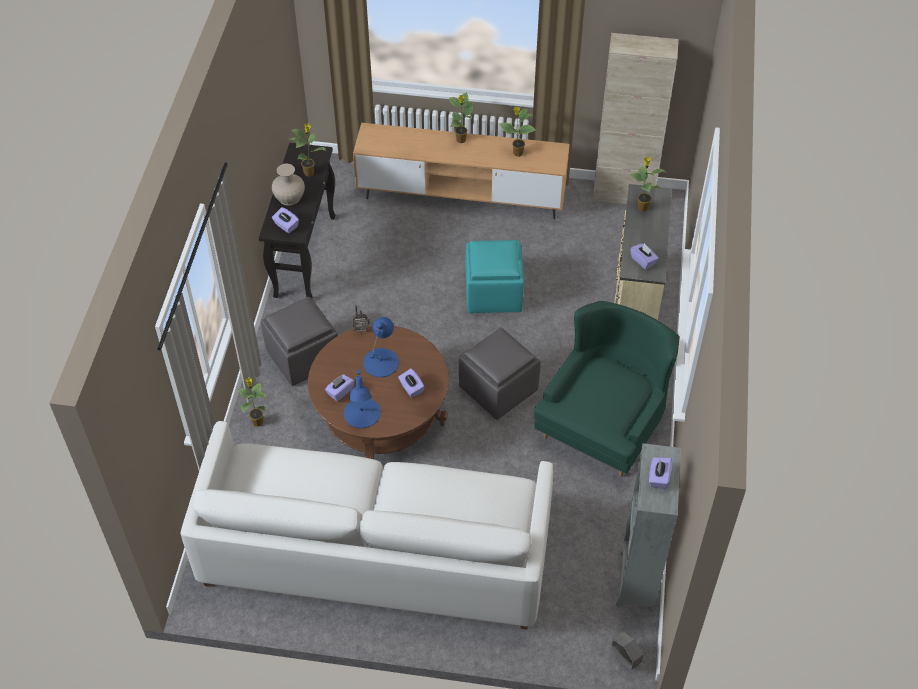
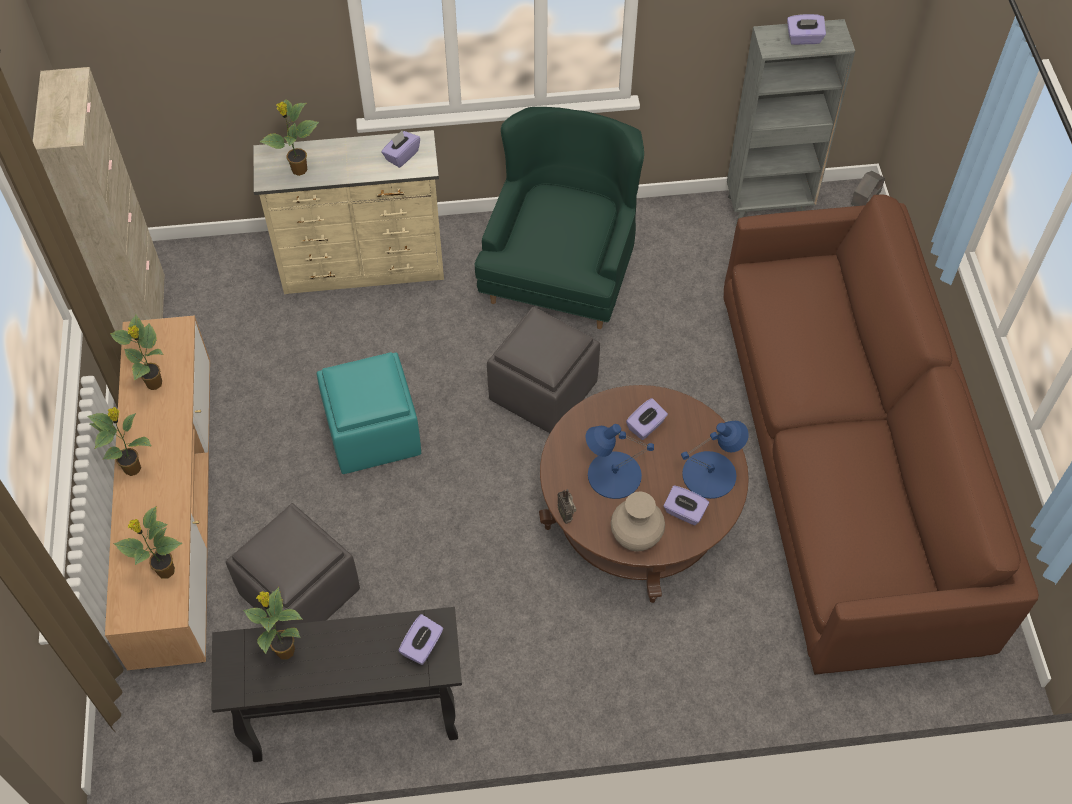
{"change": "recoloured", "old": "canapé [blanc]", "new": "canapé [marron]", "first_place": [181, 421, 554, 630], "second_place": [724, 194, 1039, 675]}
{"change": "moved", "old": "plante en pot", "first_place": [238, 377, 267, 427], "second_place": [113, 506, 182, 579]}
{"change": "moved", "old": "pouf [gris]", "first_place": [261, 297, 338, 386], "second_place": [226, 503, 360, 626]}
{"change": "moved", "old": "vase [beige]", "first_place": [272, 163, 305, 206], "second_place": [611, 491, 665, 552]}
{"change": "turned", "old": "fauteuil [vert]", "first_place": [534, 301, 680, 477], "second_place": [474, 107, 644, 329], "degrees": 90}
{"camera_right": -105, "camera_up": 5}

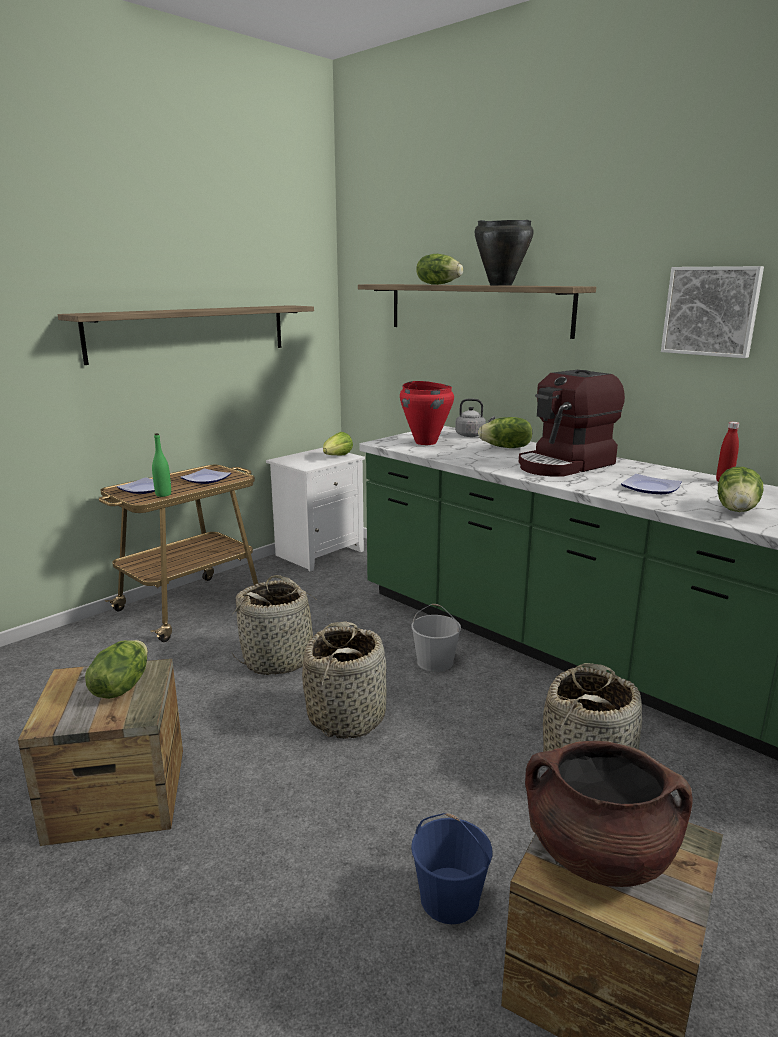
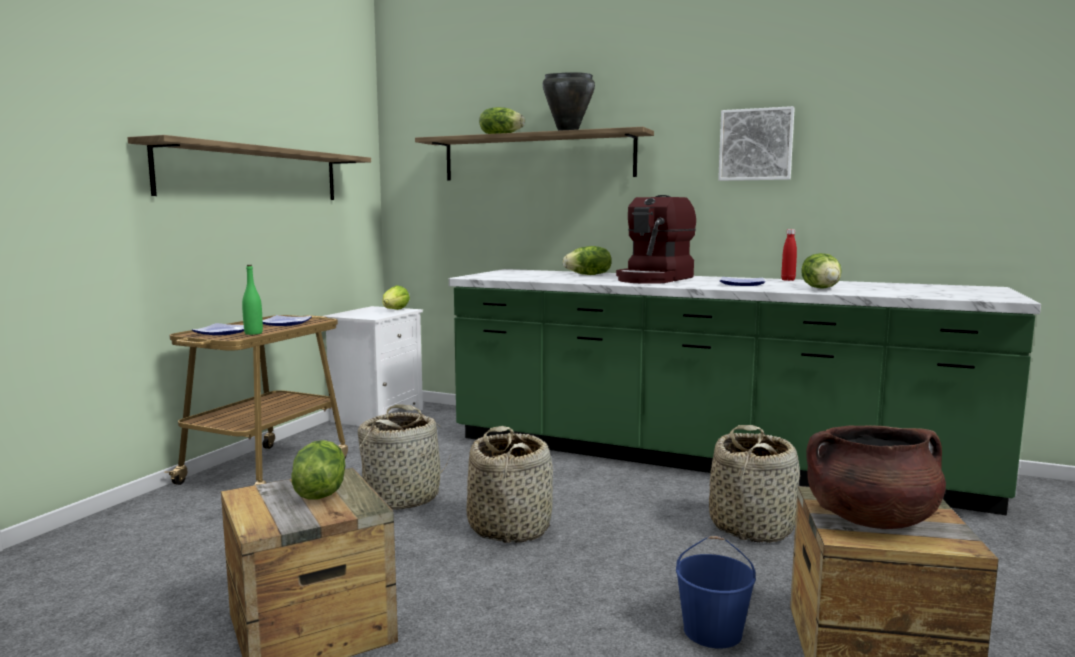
{"change": "removed", "old": "marmite [rouge]", "first_place": [400, 381, 454, 445]}
{"change": "removed", "old": "seau [blanc]", "first_place": [411, 604, 461, 672]}
{"change": "removed", "old": "bouilloire [gris]", "first_place": [455, 398, 495, 437]}
{"camera_right": -20, "camera_up": -10}

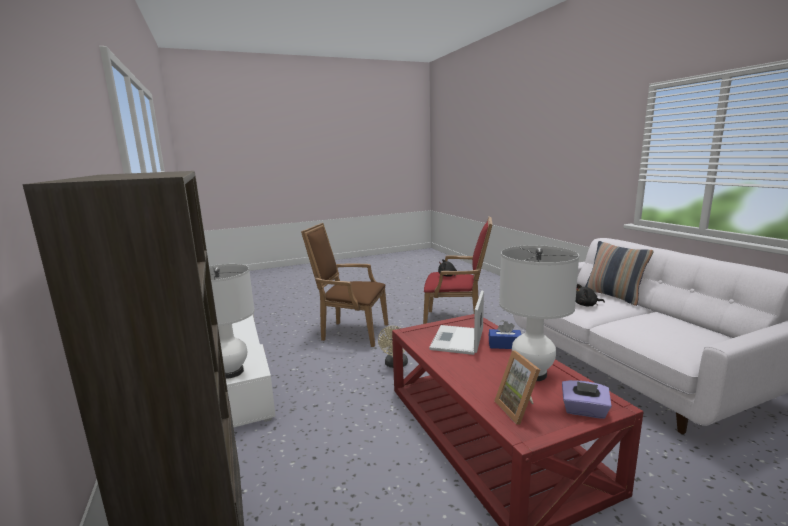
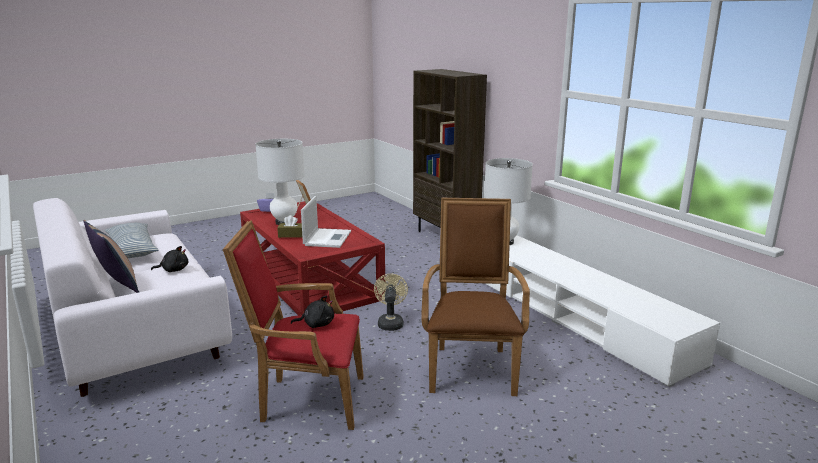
{"change": "turned", "old": "fauteuil [marron]", "first_place": [301, 223, 388, 347], "second_place": [421, 198, 530, 396], "degrees": -90}
{"change": "recoloured", "old": "boîte à mouchoirs [bleu]", "new": "boîte à mouchoirs [marron]", "first_place": [489, 321, 522, 349], "second_place": [277, 215, 302, 238]}
{"change": "added", "new": "coussin", "second_place": [105, 223, 159, 258]}
{"camera_right": 170, "camera_up": 5}

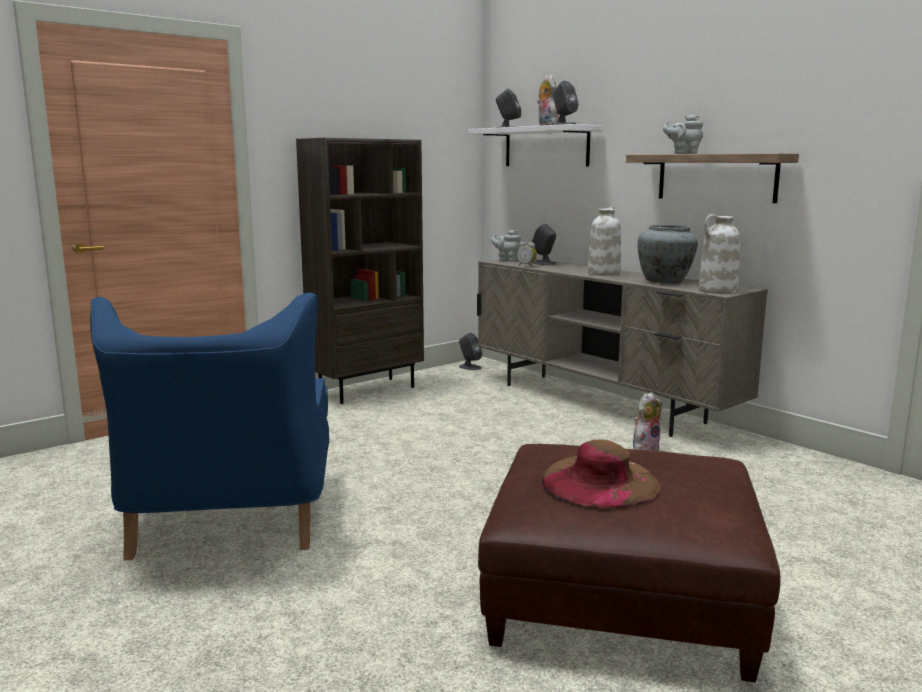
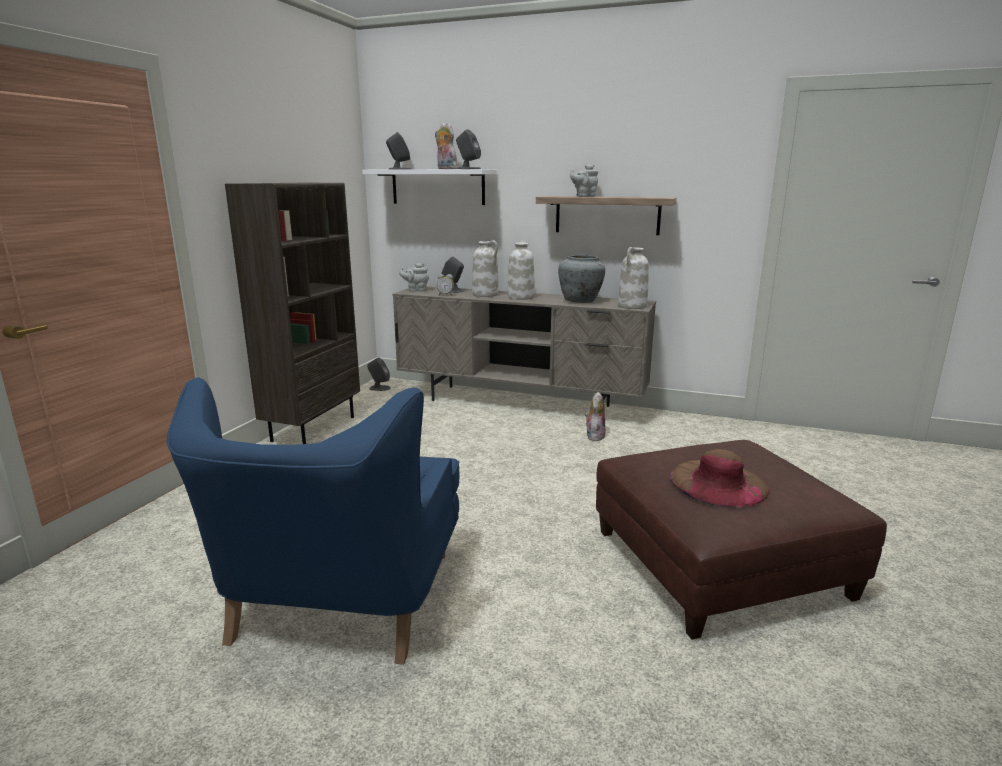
{"change": "turned", "old": "fauteuil [bleu]", "first_place": [90, 292, 329, 561], "second_place": [167, 377, 459, 665], "degrees": 45}
{"change": "added", "new": "vase [blanc]", "second_place": [472, 240, 499, 297]}
{"camera_right": -30, "camera_up": 5}

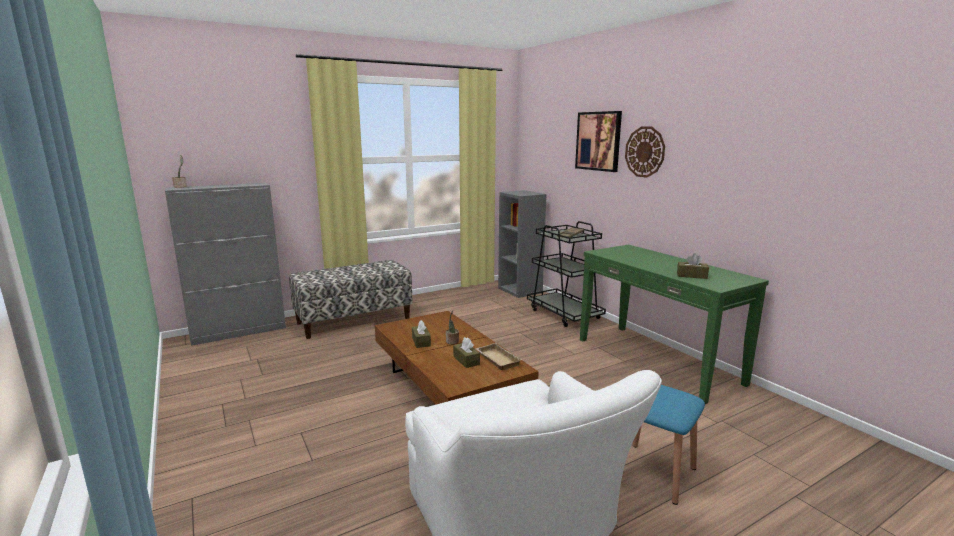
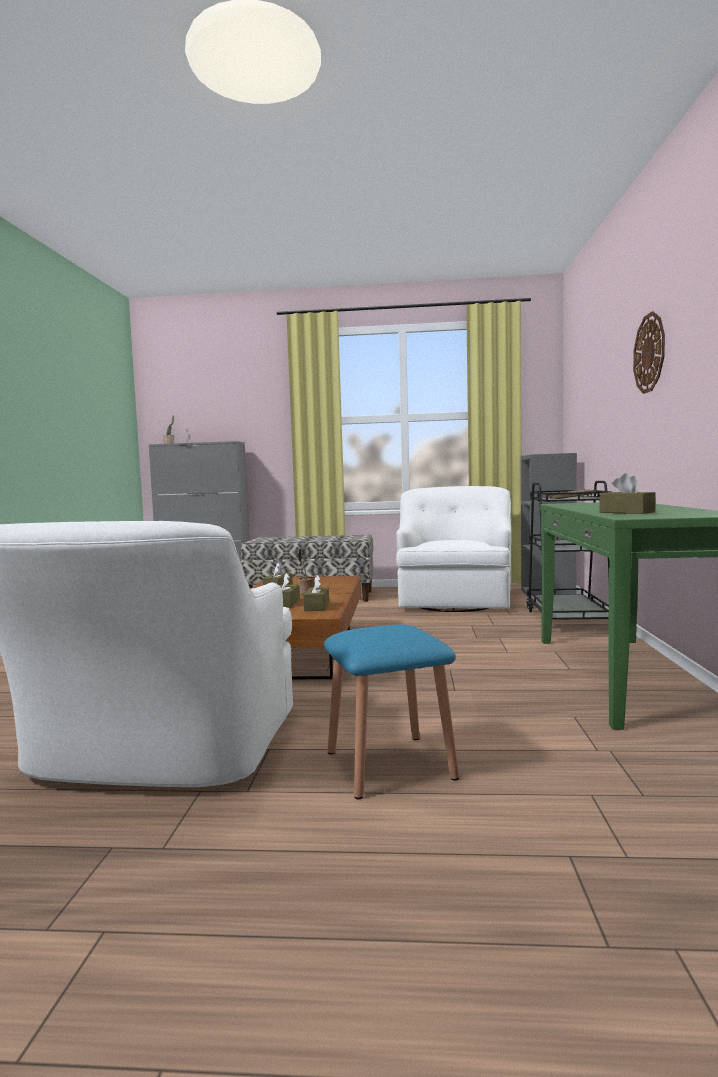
{"change": "replaced", "old": "plateau [beige]", "new": "boîte à mouchoirs [marron]", "first_place": [476, 343, 522, 370], "second_place": [303, 575, 329, 611]}
{"change": "removed", "old": "tableau", "first_place": [575, 111, 622, 172]}
{"change": "added", "new": "fauteuil [blanc]", "second_place": [396, 486, 511, 612]}
{"camera_right": 35, "camera_up": -10}

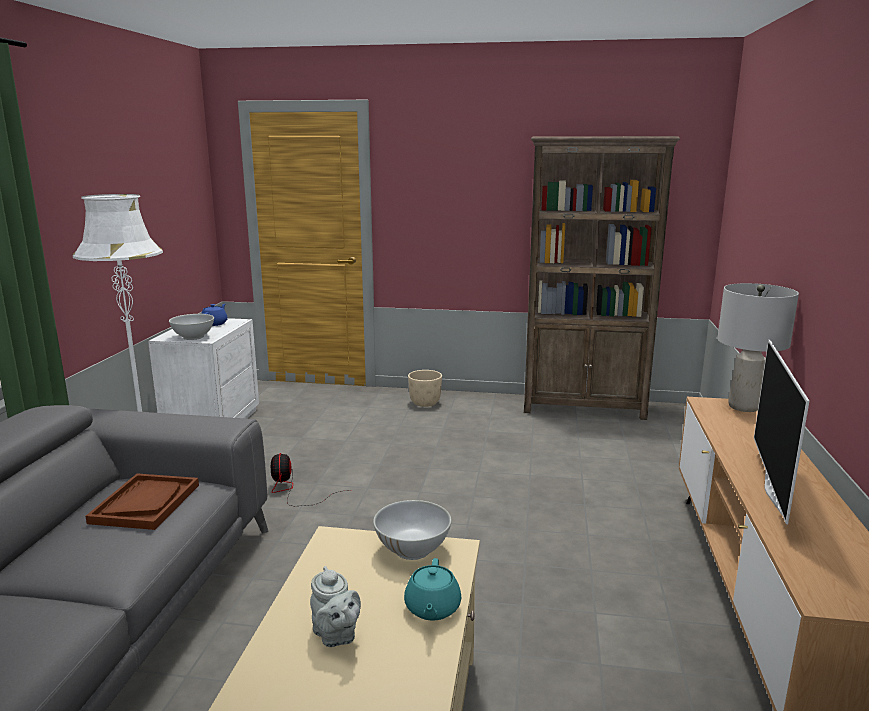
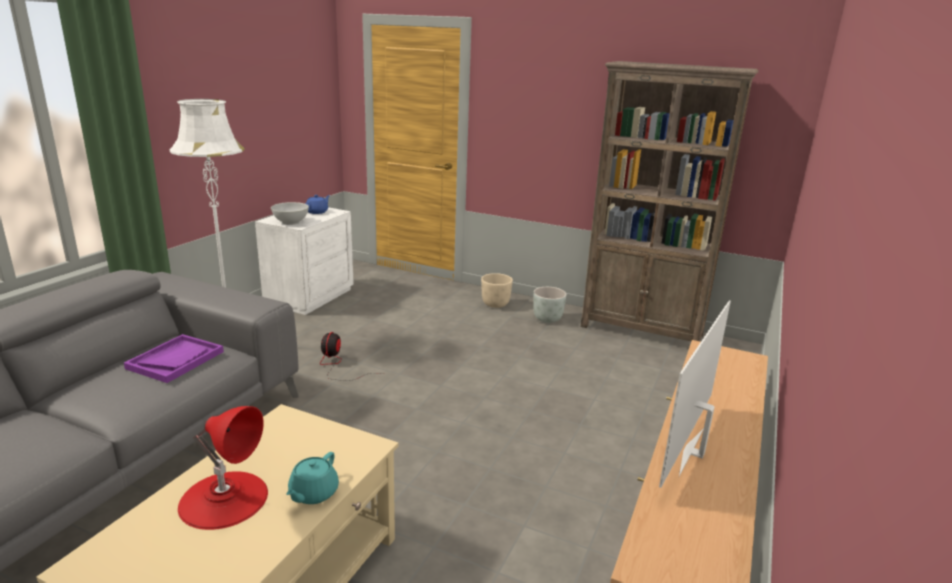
{"change": "recoloured", "old": "plateau [marron]", "new": "plateau [violet]", "first_place": [85, 473, 199, 530], "second_place": [124, 334, 224, 383]}
{"change": "replaced", "old": "théière [gris]", "new": "lampe de table [rouge]", "first_place": [310, 566, 361, 647], "second_place": [178, 406, 268, 530]}
{"change": "removed", "old": "bol [blanc]", "first_place": [373, 500, 452, 560]}
{"change": "removed", "old": "lampe de table [gris]", "first_place": [717, 283, 799, 412]}
{"change": "added", "new": "cache-pot [gris]", "second_place": [533, 287, 567, 323]}
{"camera_right": 15, "camera_up": 5}

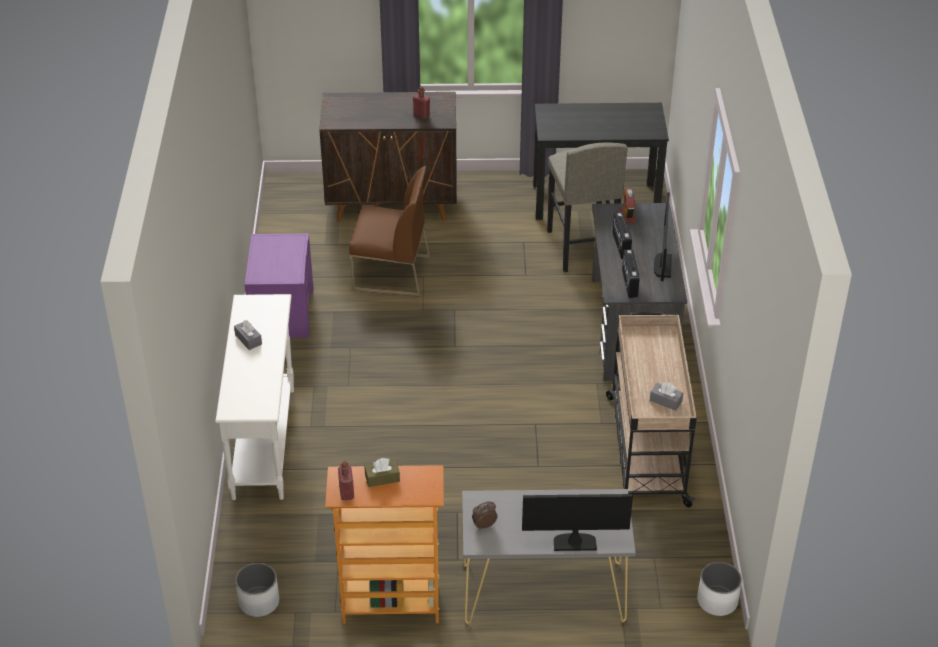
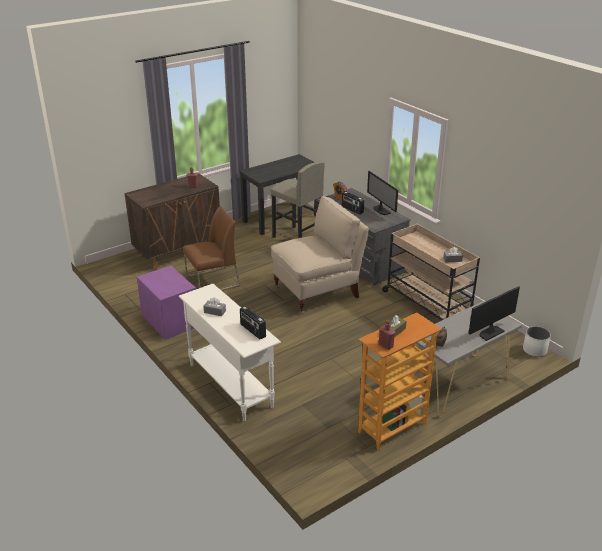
{"change": "removed", "old": "cache-pot [blanc]", "first_place": [236, 563, 279, 617]}
{"change": "moved", "old": "radio", "first_place": [622, 249, 640, 298], "second_place": [240, 306, 266, 339]}
{"change": "added", "new": "chaise [beige]", "second_place": [271, 196, 369, 314]}
{"camera_right": -35, "camera_up": -10}

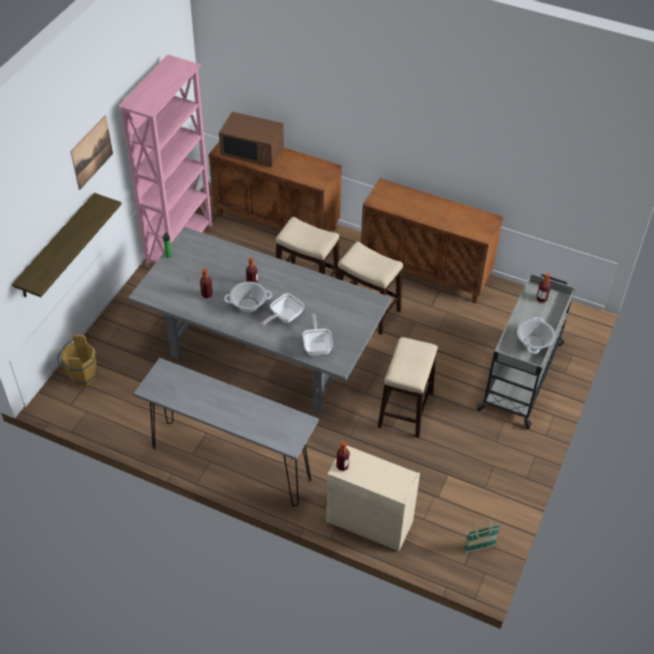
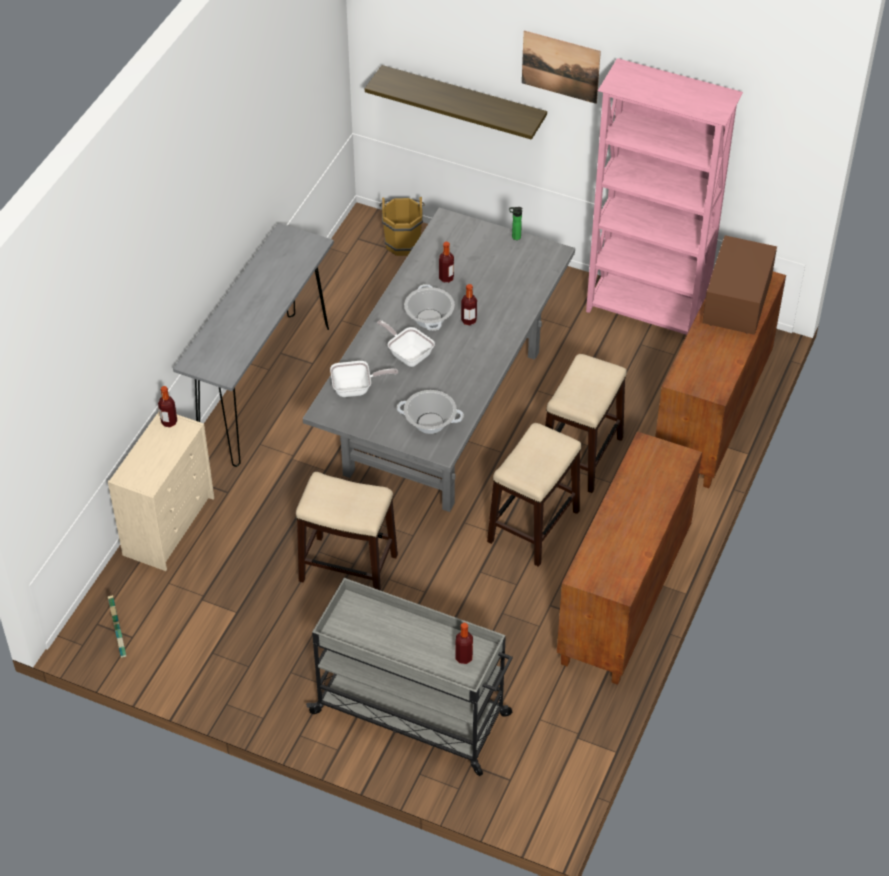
{"change": "moved", "old": "marmite", "first_place": [517, 317, 555, 354], "second_place": [397, 390, 464, 434]}
{"camera_right": 90, "camera_up": 0}

